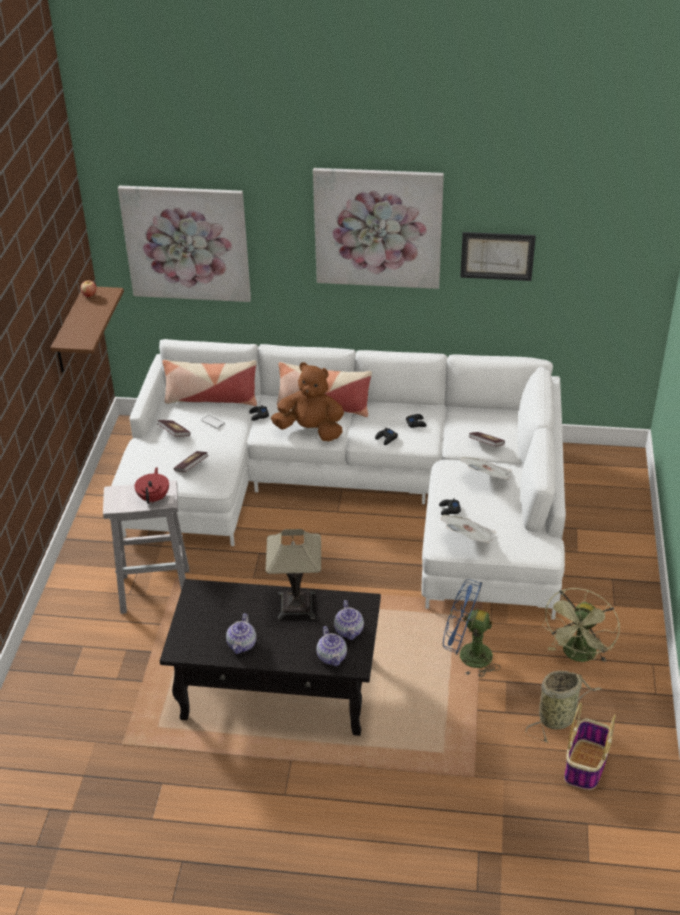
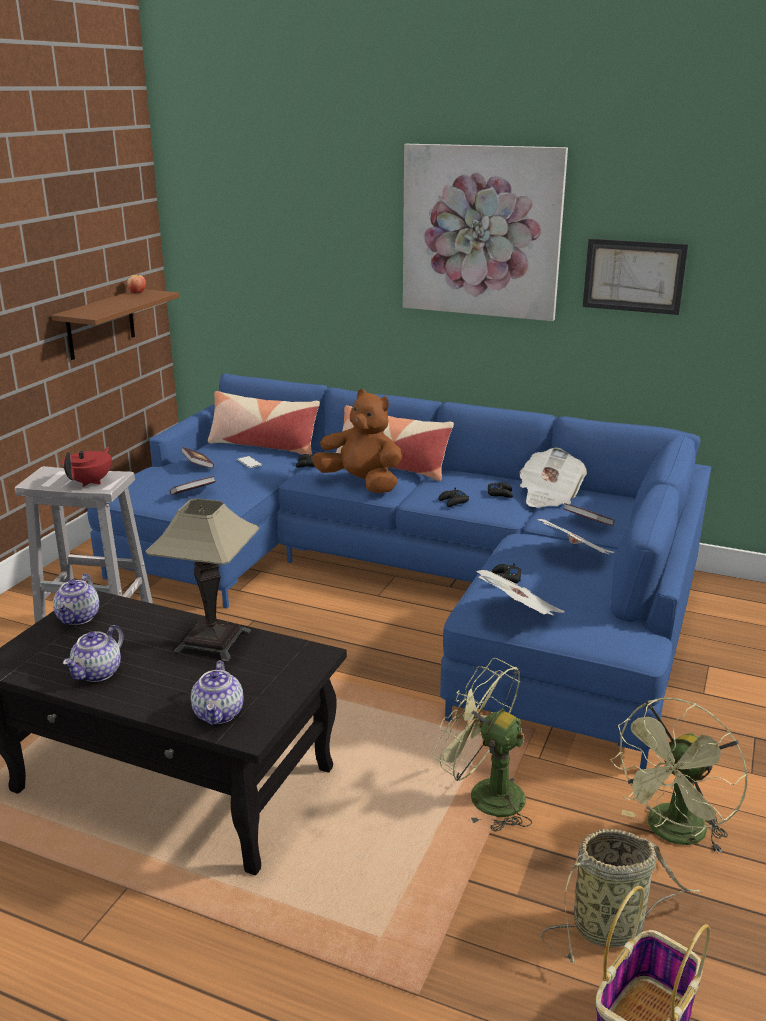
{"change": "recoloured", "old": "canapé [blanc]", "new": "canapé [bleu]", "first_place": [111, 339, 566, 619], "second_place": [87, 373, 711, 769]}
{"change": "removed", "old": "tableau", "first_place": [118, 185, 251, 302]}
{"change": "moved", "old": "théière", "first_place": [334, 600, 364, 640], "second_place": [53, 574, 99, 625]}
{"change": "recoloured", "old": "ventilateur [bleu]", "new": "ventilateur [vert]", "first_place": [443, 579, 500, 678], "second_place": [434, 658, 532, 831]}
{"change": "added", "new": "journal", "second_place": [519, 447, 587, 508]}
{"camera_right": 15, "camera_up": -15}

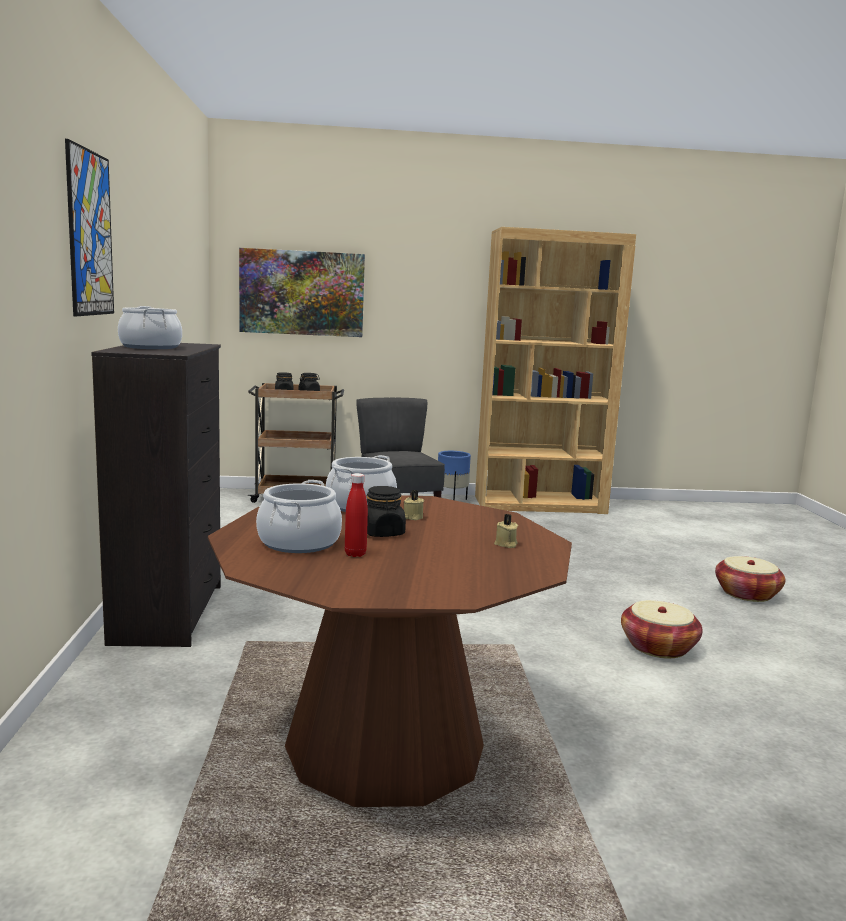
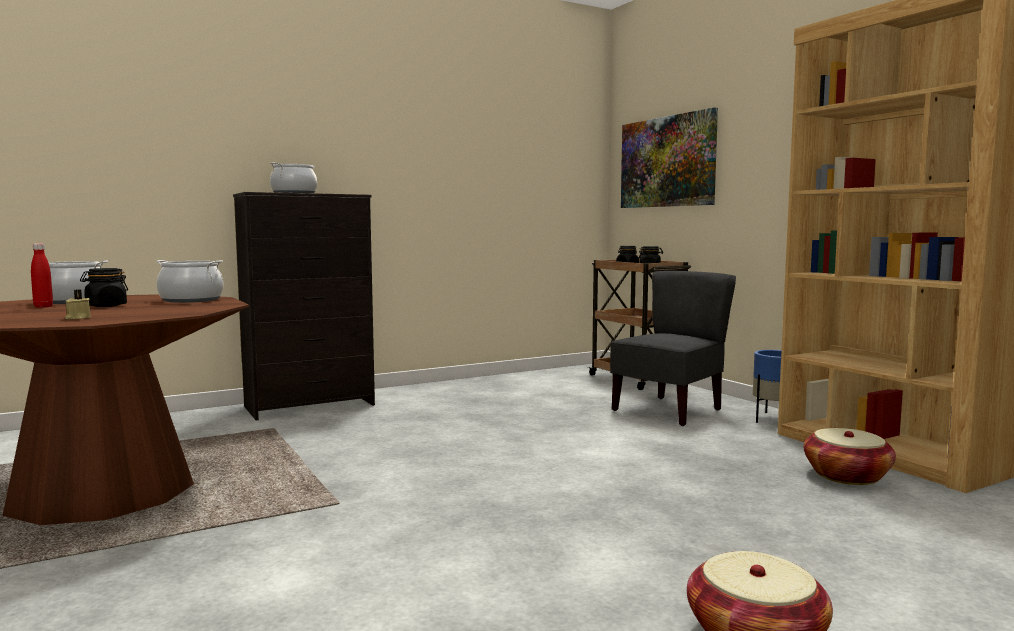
{"change": "removed", "old": "tableau", "first_place": [65, 139, 114, 316]}
{"change": "removed", "old": "bougie [beige]", "first_place": [404, 490, 424, 520]}
{"change": "moved", "old": "panier", "first_place": [621, 600, 703, 659], "second_place": [804, 428, 896, 485]}
{"camera_right": 65, "camera_up": -5}

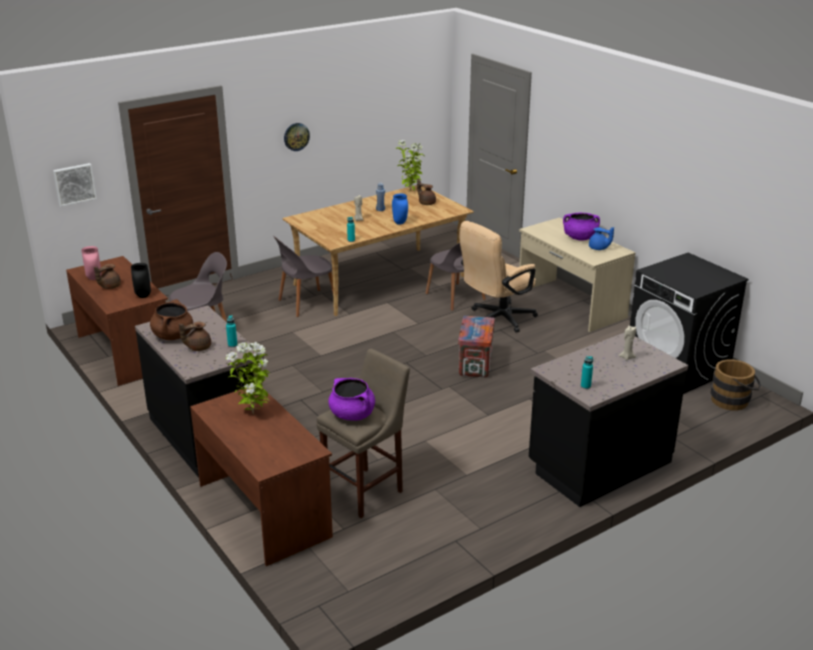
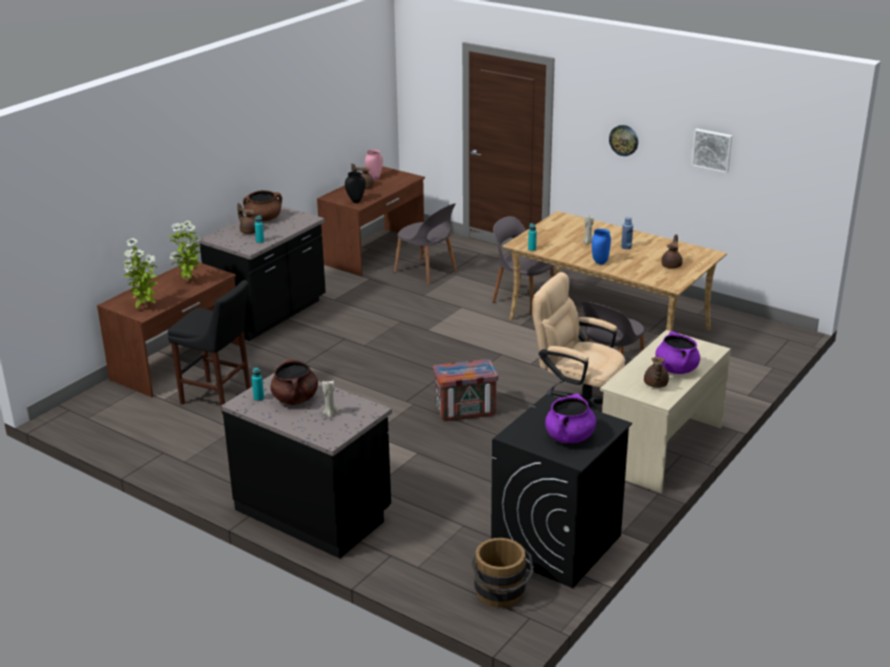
{"change": "moved", "old": "tableau", "first_place": [53, 163, 97, 206], "second_place": [692, 129, 732, 173]}
{"change": "recoloured", "old": "tabouret [beige]", "new": "tabouret [noir]", "first_place": [317, 349, 410, 518], "second_place": [168, 280, 251, 414]}
{"change": "moved", "old": "marmite [violet]", "first_place": [328, 378, 375, 421], "second_place": [545, 394, 596, 443]}
{"change": "moved", "old": "plante en pot", "first_place": [396, 140, 425, 191], "second_place": [123, 238, 158, 308]}
{"change": "recoloured", "old": "théière [bleu]", "new": "théière [marron]", "first_place": [589, 227, 614, 250], "second_place": [644, 357, 669, 388]}
{"change": "added", "new": "marmite [marron]", "second_place": [270, 358, 318, 405]}
{"camera_right": 70, "camera_up": 0}

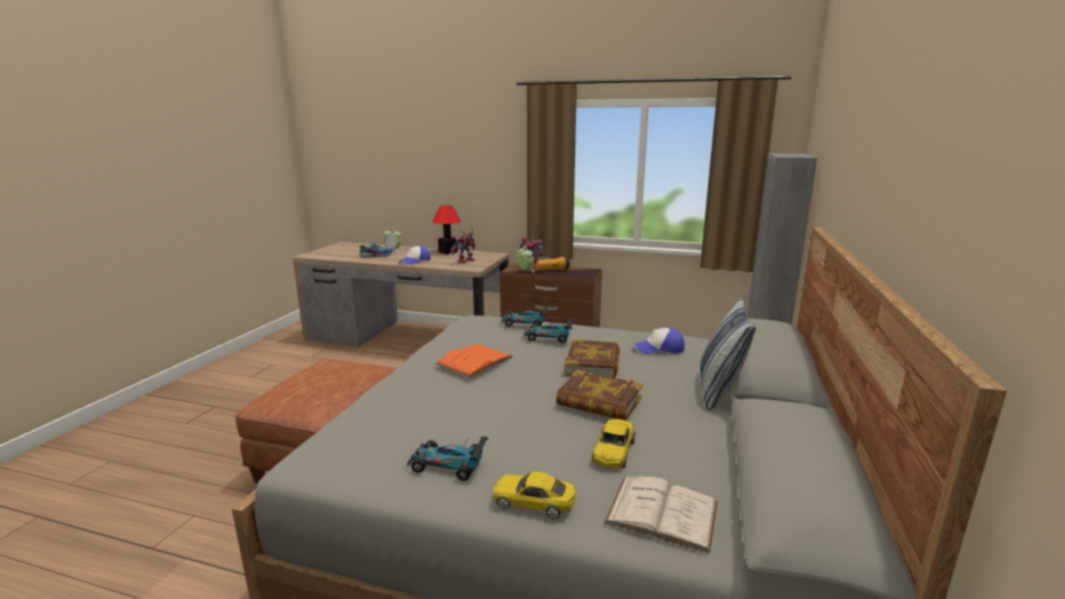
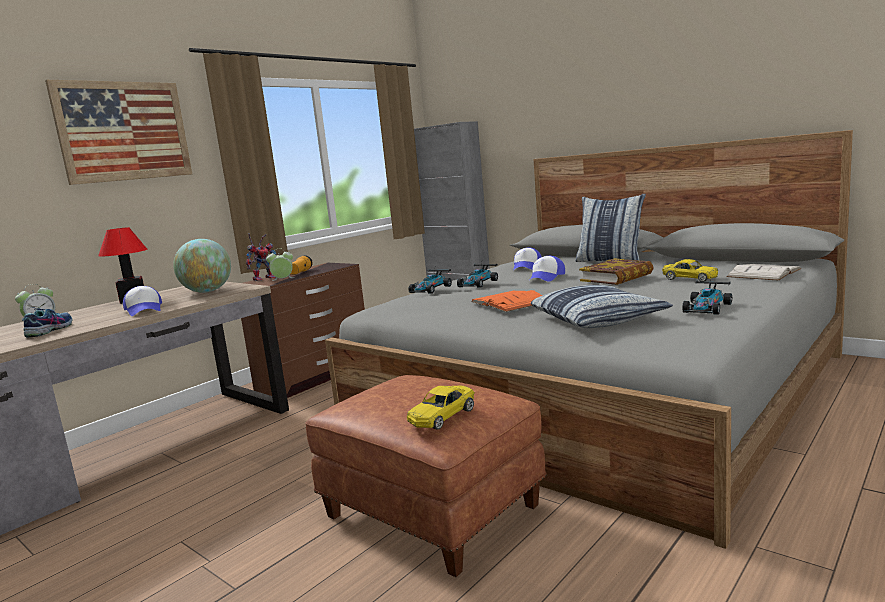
{"change": "replaced", "old": "robot jouet", "new": "globe", "first_place": [450, 225, 475, 264], "second_place": [173, 239, 231, 293]}
{"change": "moved", "old": "petite voiture [jaune]", "first_place": [494, 472, 576, 519], "second_place": [407, 386, 475, 430]}
{"change": "replaced", "old": "livre", "new": "casquette", "first_place": [565, 339, 620, 378], "second_place": [530, 256, 565, 282]}
{"change": "added", "new": "tableau", "second_place": [45, 80, 192, 185]}
{"change": "added", "new": "coussin", "second_place": [531, 285, 673, 328]}
{"camera_right": -65, "camera_up": -5}

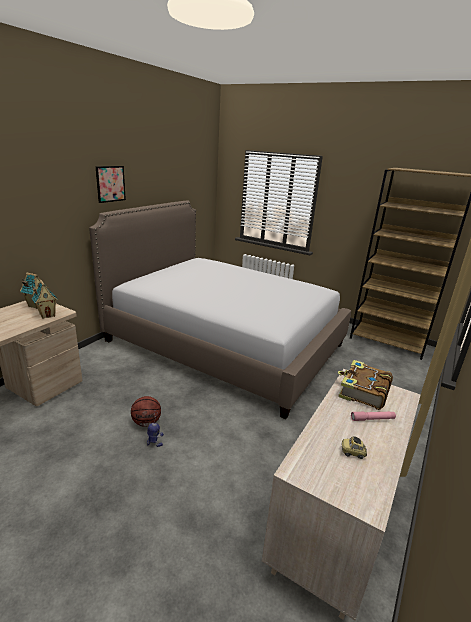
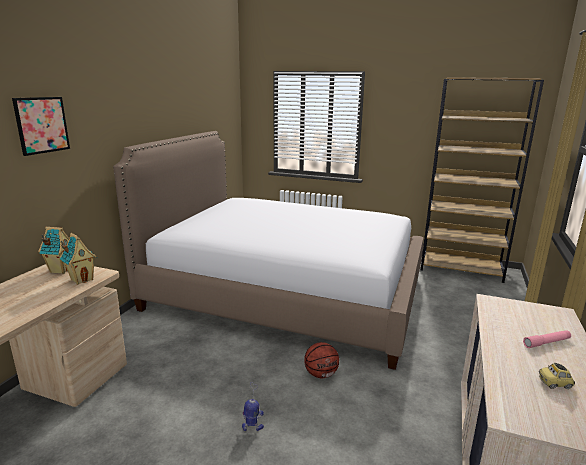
{"change": "moved", "old": "tableau", "first_place": [96, 166, 126, 203], "second_place": [12, 97, 70, 156]}
{"change": "moved", "old": "ballon de basket", "first_place": [131, 396, 161, 427], "second_place": [304, 342, 339, 378]}
{"change": "removed", "old": "livre", "first_place": [338, 360, 393, 410]}
{"camera_right": -10, "camera_up": -5}

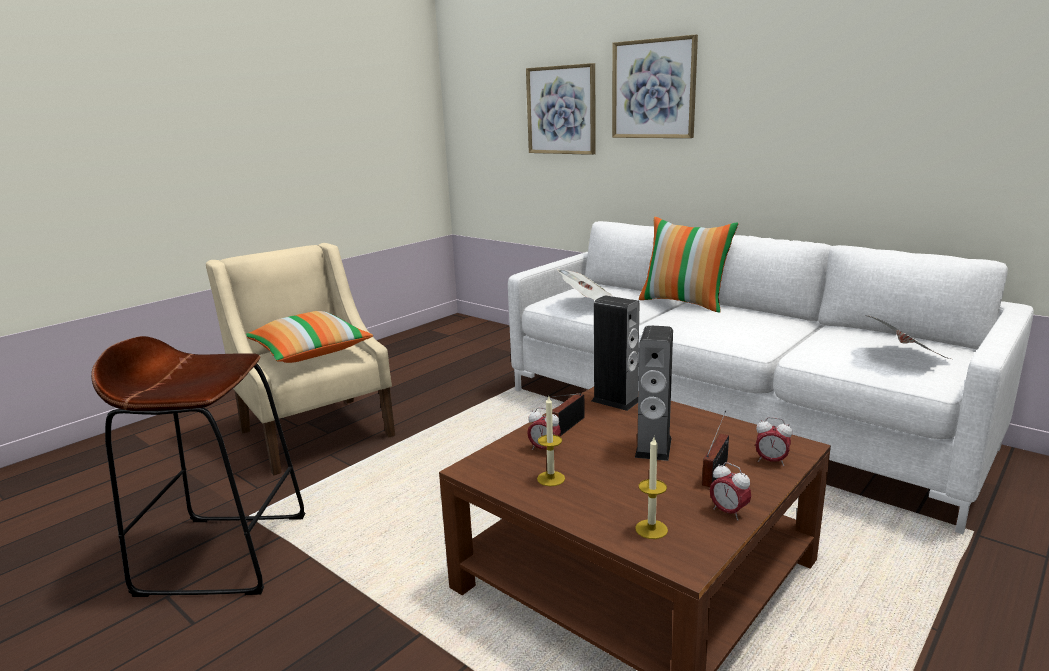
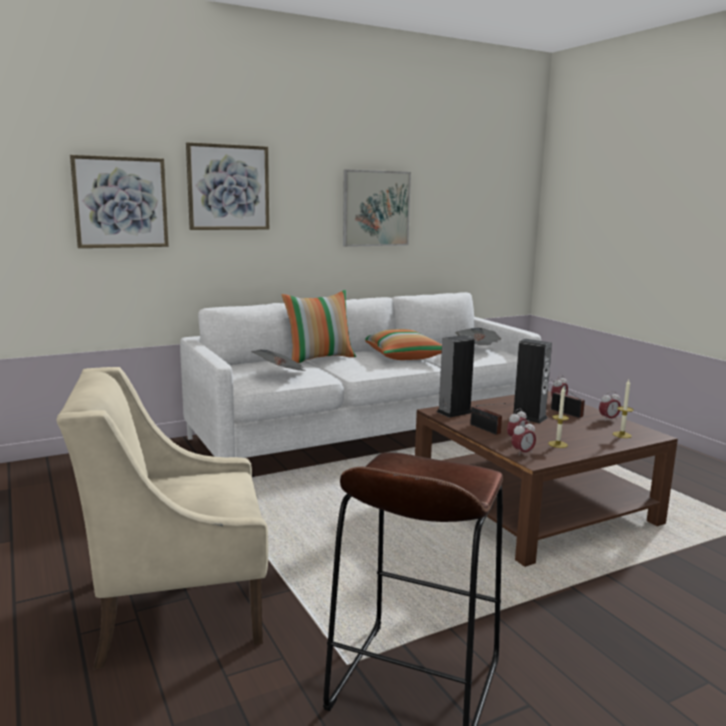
{"change": "moved", "old": "coussin", "first_place": [246, 311, 373, 363], "second_place": [365, 329, 442, 360]}
{"change": "added", "new": "tableau", "second_place": [343, 169, 411, 247]}
{"change": "added", "new": "réveil", "second_place": [511, 420, 536, 456]}
{"camera_right": -70, "camera_up": -5}

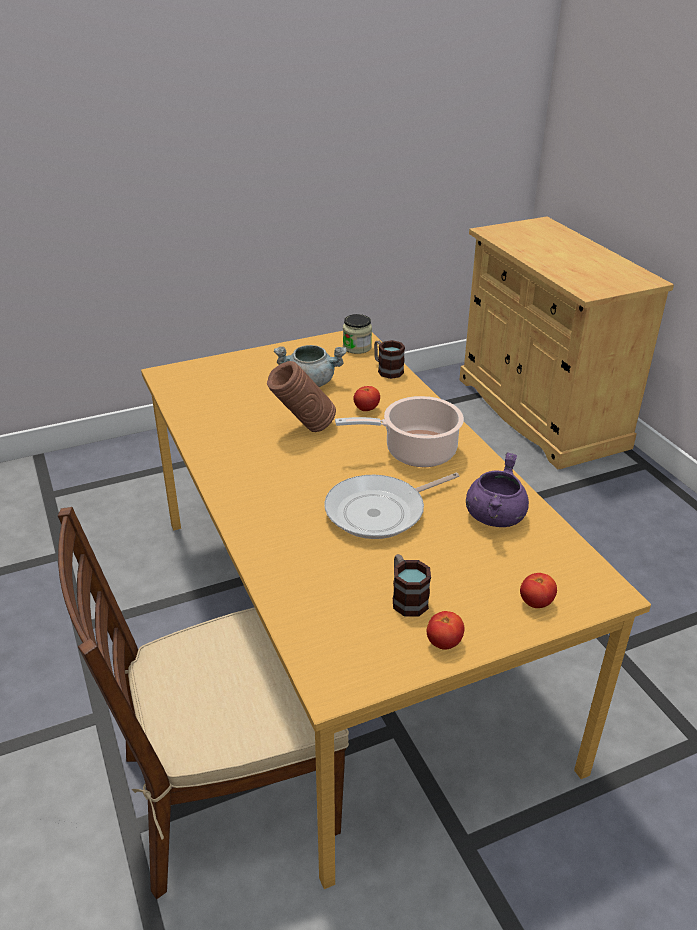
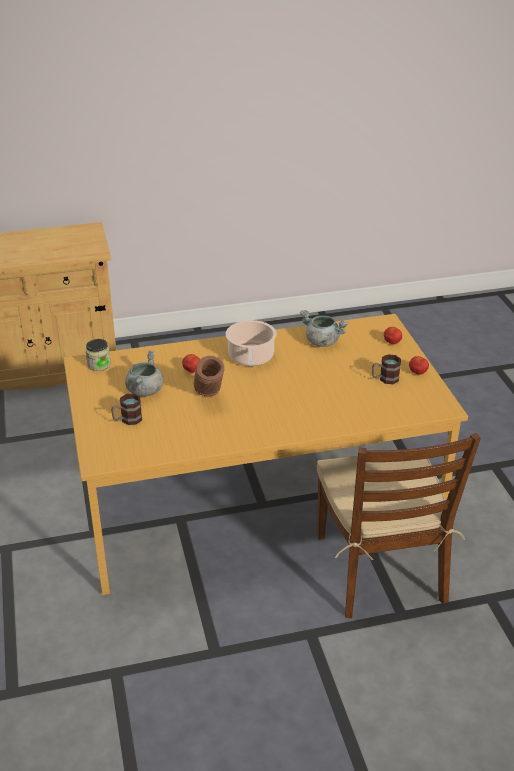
{"change": "removed", "old": "poêle", "first_place": [324, 473, 459, 539]}
{"change": "moved", "old": "mug", "first_place": [374, 340, 405, 379], "second_place": [111, 393, 142, 425]}
{"change": "recoloured", "old": "marmite [violet]", "new": "marmite [gris]", "first_place": [466, 452, 529, 527], "second_place": [300, 310, 348, 347]}
{"camera_right": -80, "camera_up": 0}

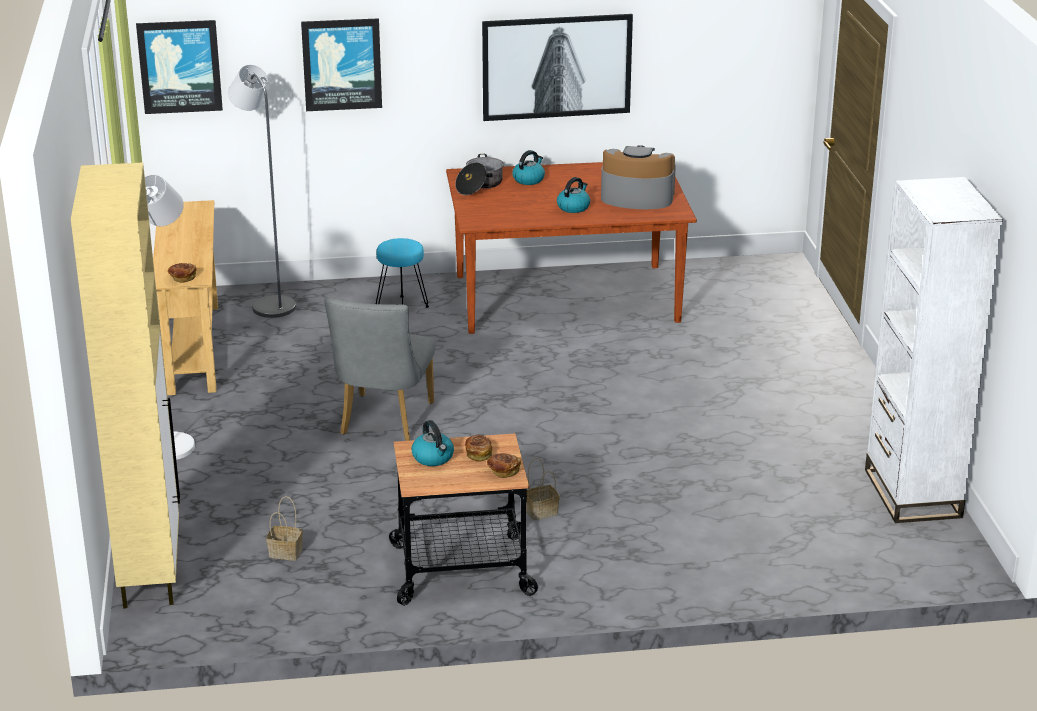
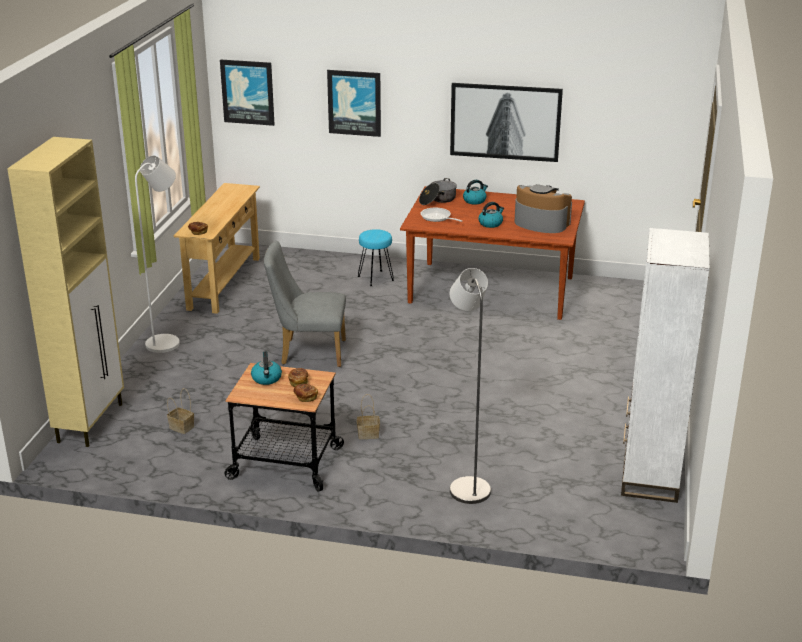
{"change": "moved", "old": "lampadaire [gris]", "first_place": [228, 65, 296, 318], "second_place": [450, 268, 491, 504]}
{"change": "turned", "old": "chaise [gris]", "first_place": [325, 297, 435, 441], "second_place": [264, 241, 346, 367], "degrees": 60}
{"change": "added", "new": "poêle", "second_place": [420, 208, 462, 222]}
{"camera_right": 20, "camera_up": 0}

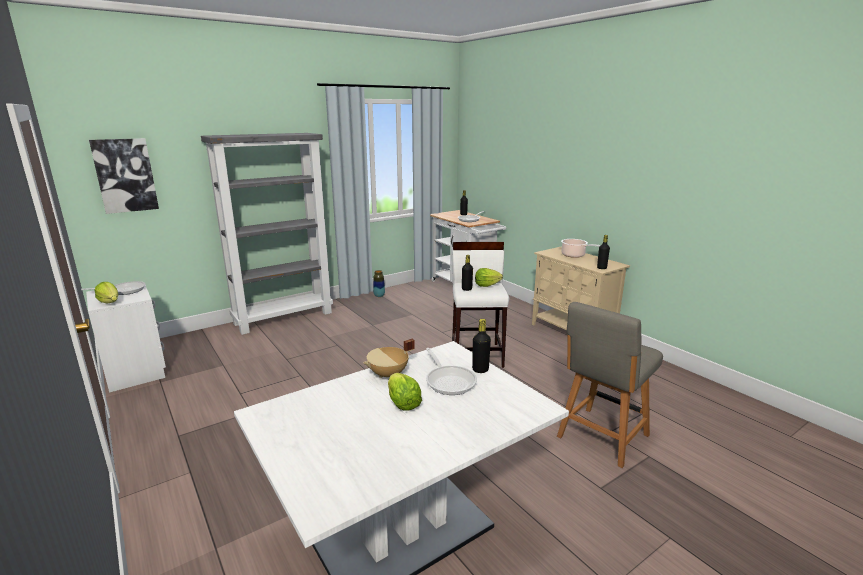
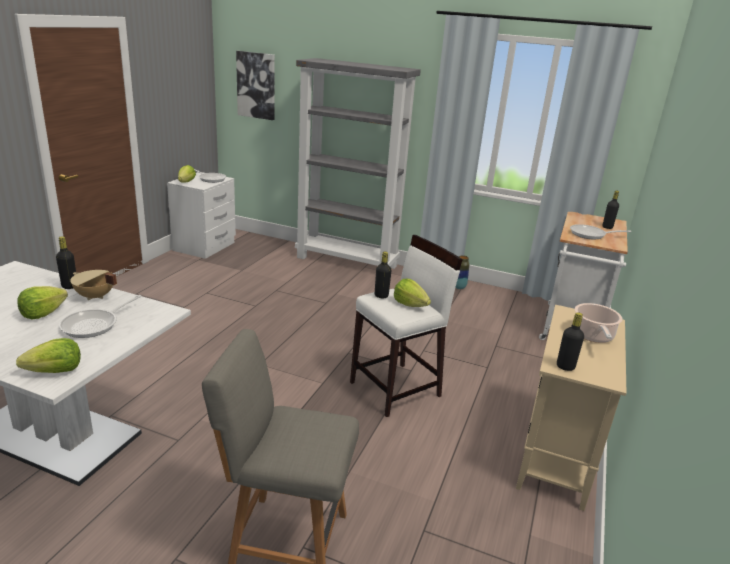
{"change": "moved", "old": "bouteille [noir]", "first_place": [472, 319, 491, 373], "second_place": [56, 236, 76, 289]}
{"change": "added", "new": "laitue", "second_place": [16, 338, 81, 373]}
{"camera_right": 55, "camera_up": 5}

